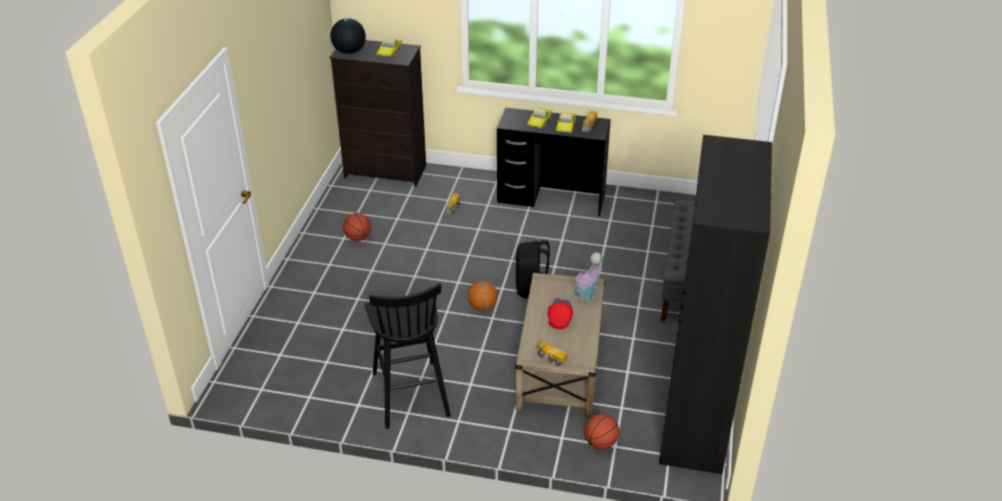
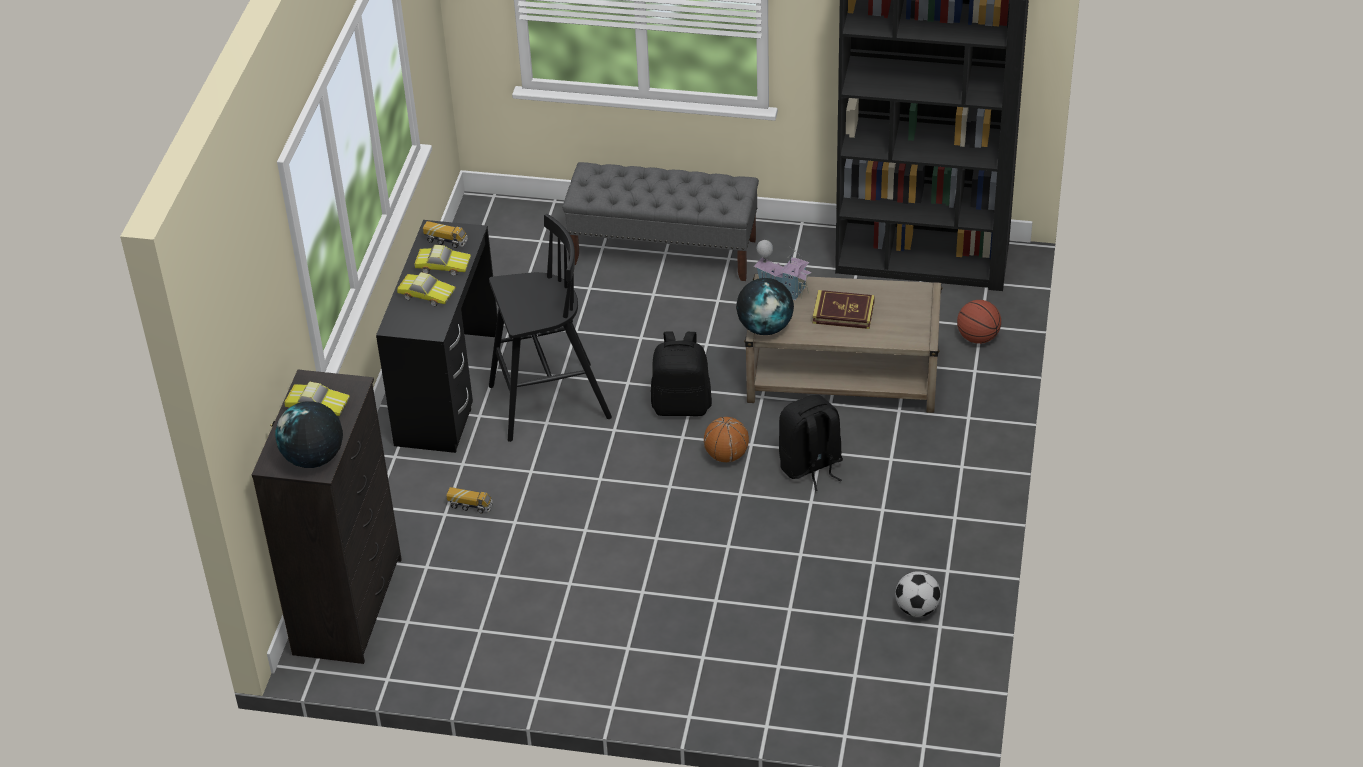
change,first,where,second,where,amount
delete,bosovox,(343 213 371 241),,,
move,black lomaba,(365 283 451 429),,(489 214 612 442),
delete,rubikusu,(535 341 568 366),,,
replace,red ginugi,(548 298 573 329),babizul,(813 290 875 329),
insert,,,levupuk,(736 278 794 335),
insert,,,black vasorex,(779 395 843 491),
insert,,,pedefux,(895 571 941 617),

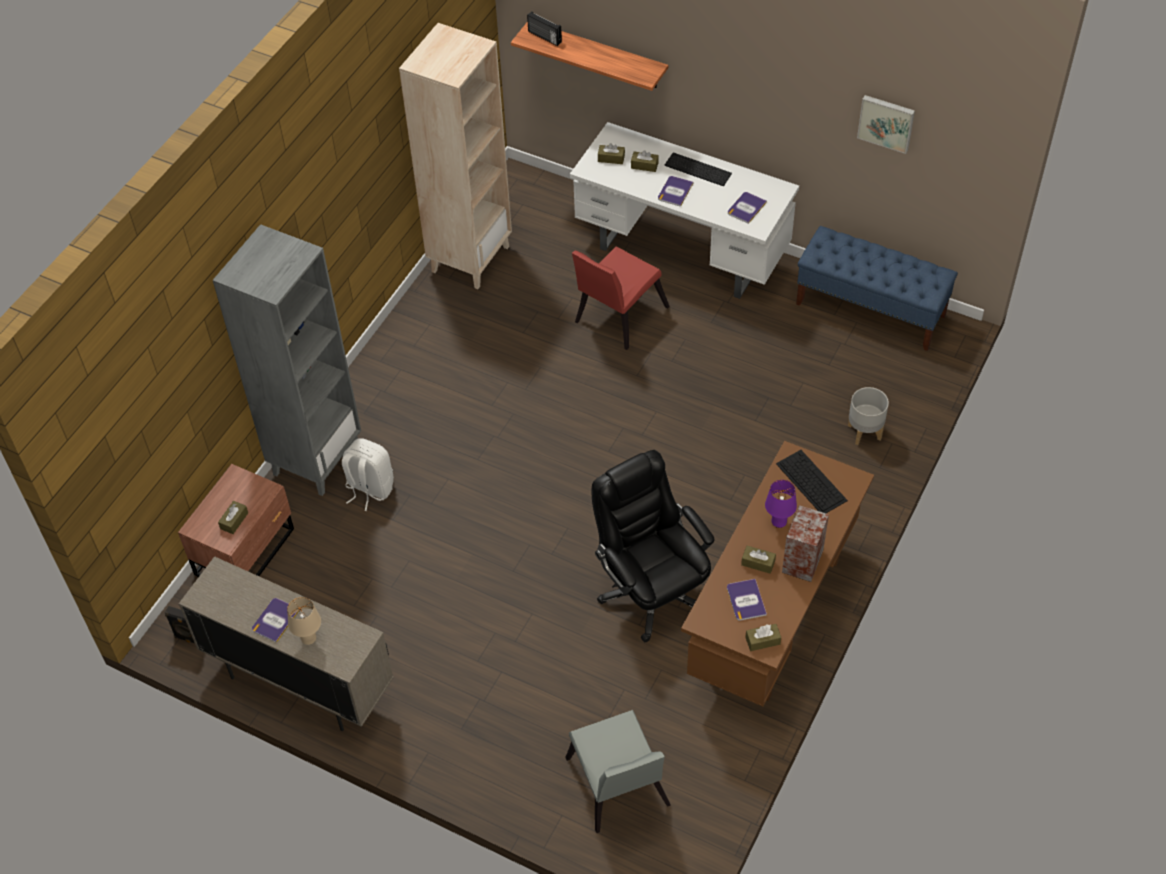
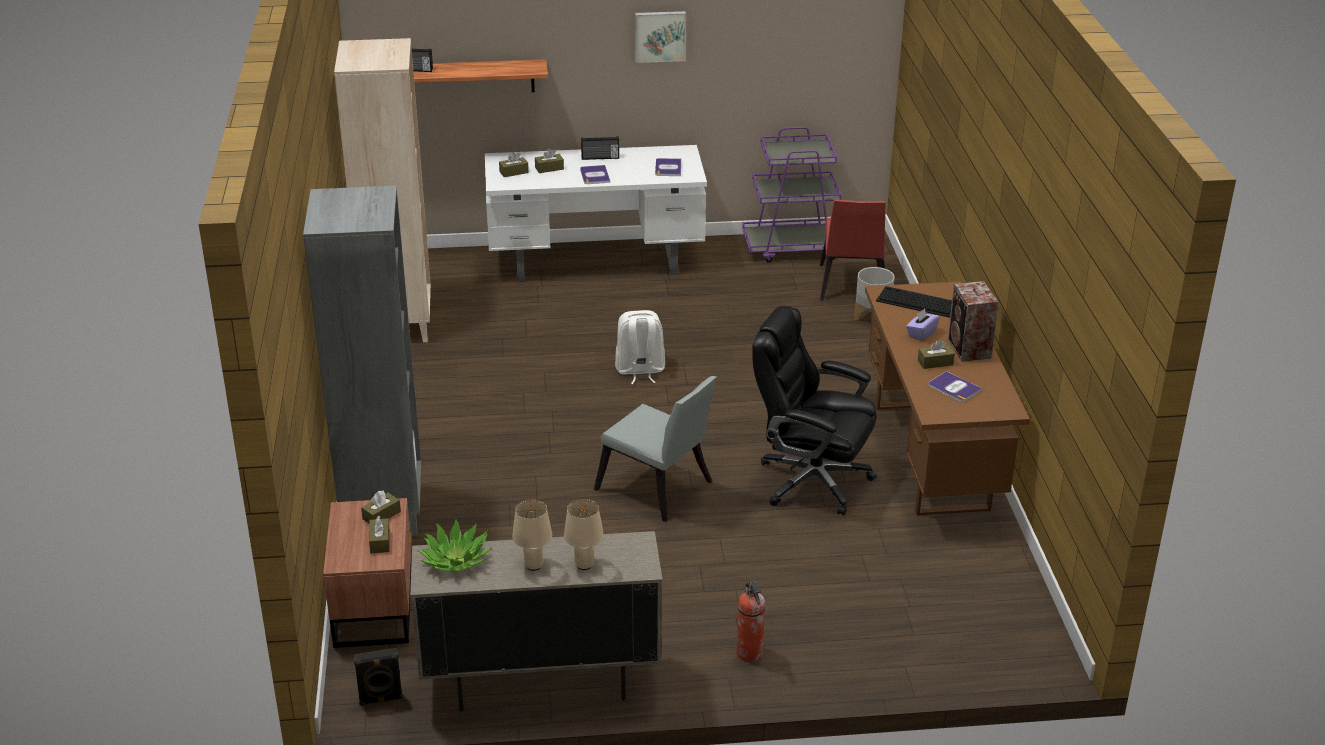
change,first,where,second,where,amount
replace,babizul,(252 598 300 643),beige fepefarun,(512 500 552 571),
move,white vasorex,(342 438 394 511),,(615 310 665 384),
move,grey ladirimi,(565 710 671 833),,(594 376 717 522),
move,red ladirimi,(572 246 670 350),,(820 199 886 301),
replace,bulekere,(665 152 732 186),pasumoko,(581 136 619 160),
move,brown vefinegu,(745 624 781 651),,(361 491 401 523),
replace,purple fepefarun,(765 480 797 528),purple vefinegu,(906 309 940 341),
replace,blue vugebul,(796 226 958 351),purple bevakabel,(742 127 841 263),
move,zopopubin,(857 95 915 154),,(635 11 686 63),
insert,,,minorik,(418 519 492 572),
insert,,,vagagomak,(737 580 765 662),

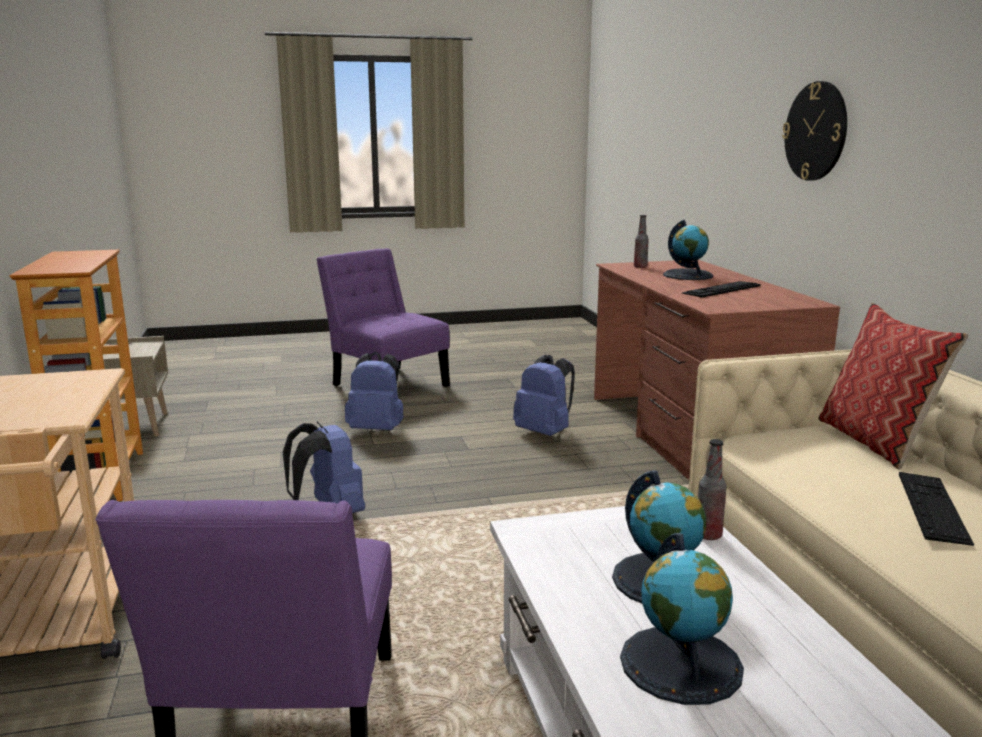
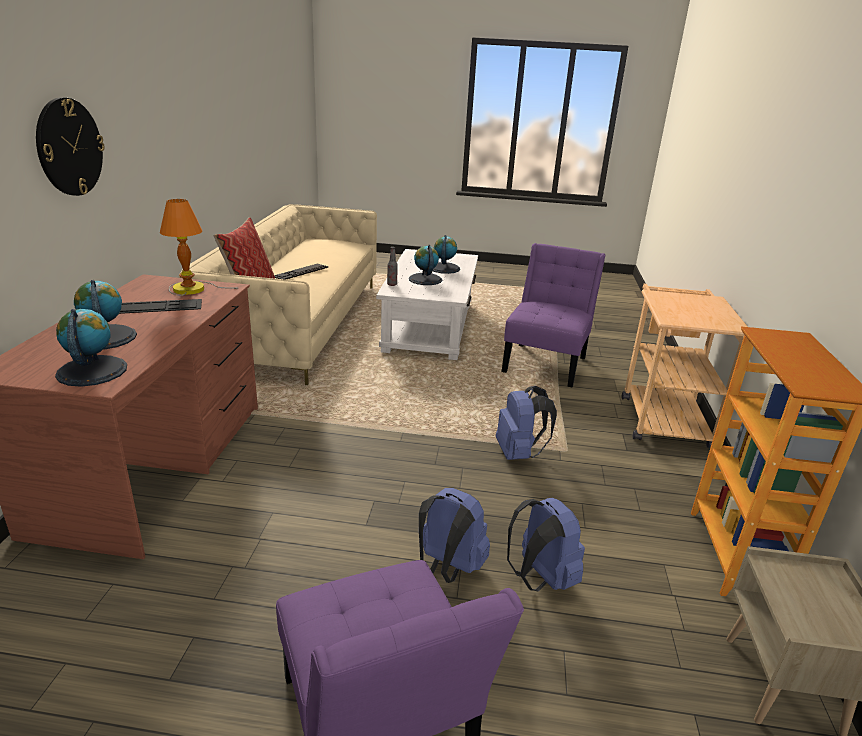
change,first,where,second,where,amount
move,blue vasorex,(513 355 575 436),,(507 498 585 591),
replace,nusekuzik,(634 215 649 268),levupuk,(55 309 127 387),
insert,,,fepefarun,(160 199 239 296),

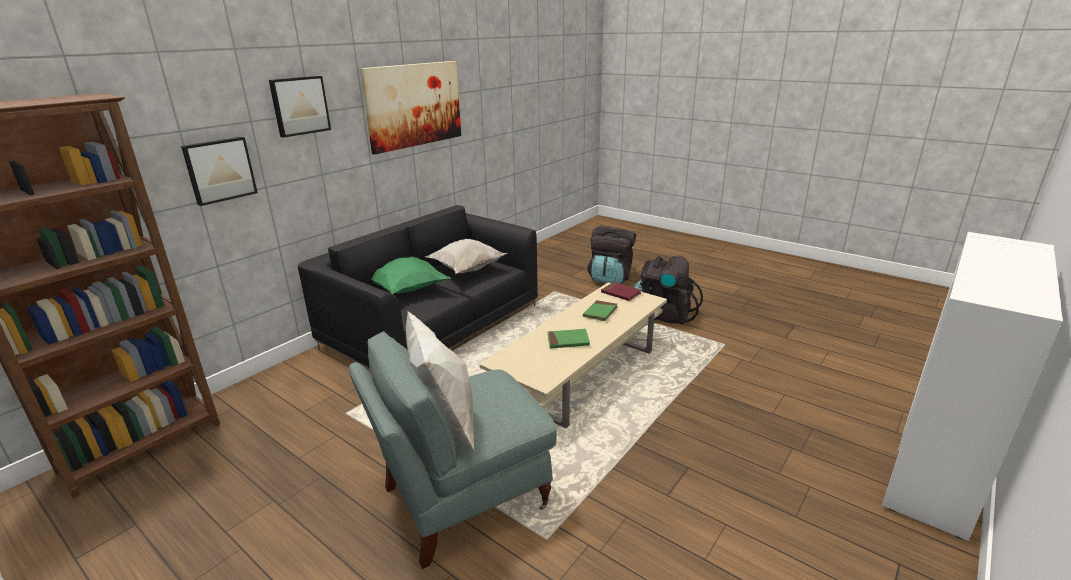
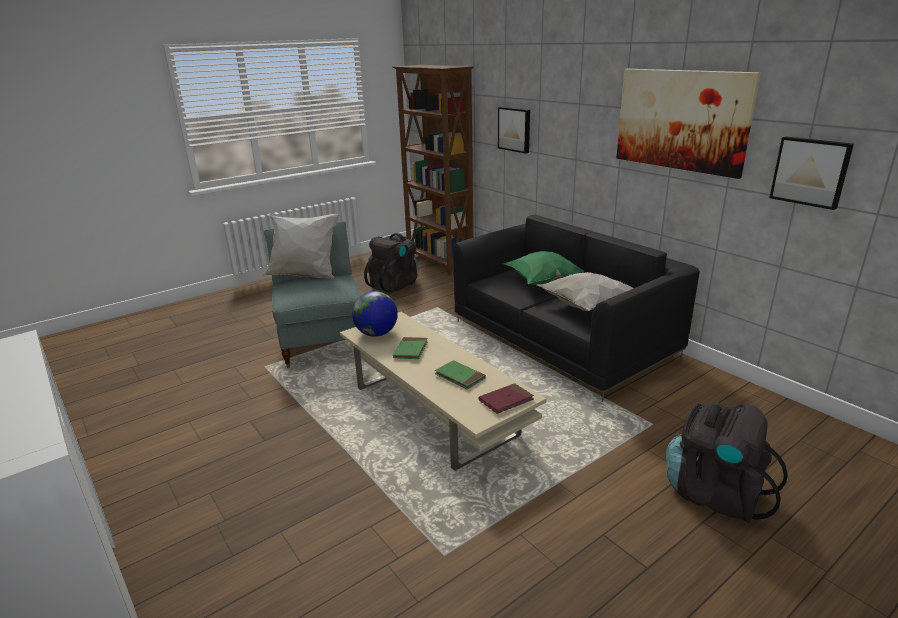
change,first,where,second,where,amount
move,zopopubin,(269 76 331 138),,(769 136 854 210),
move,black vasorex,(634 256 703 325),,(364 233 417 294),
insert,,,levupuk,(352 291 398 337),

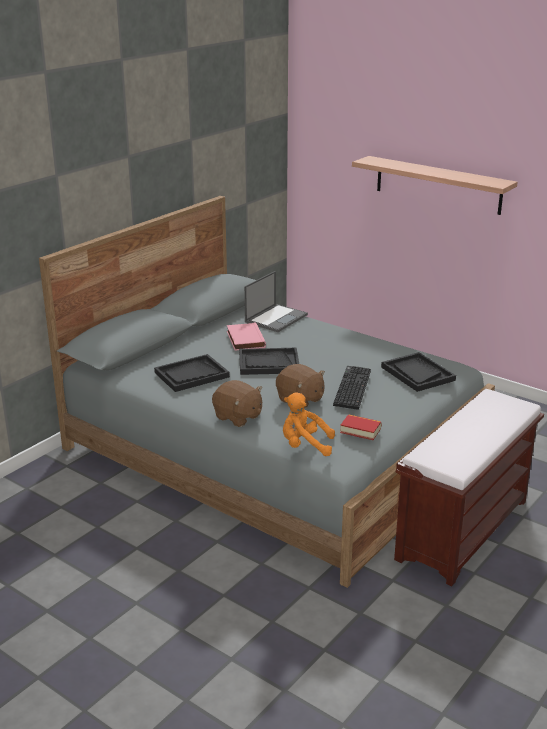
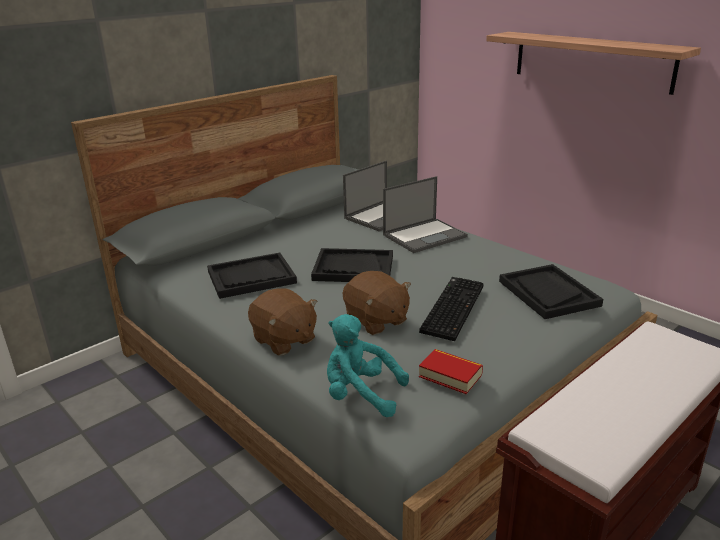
change,first,where,second,where,amount
delete,pink babizul,(227 322 266 351),,,
recolor,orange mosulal,(283 392 335 456),turquoise mosulal,(327 314 409 417),
insert,,,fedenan,(383 176 468 253),

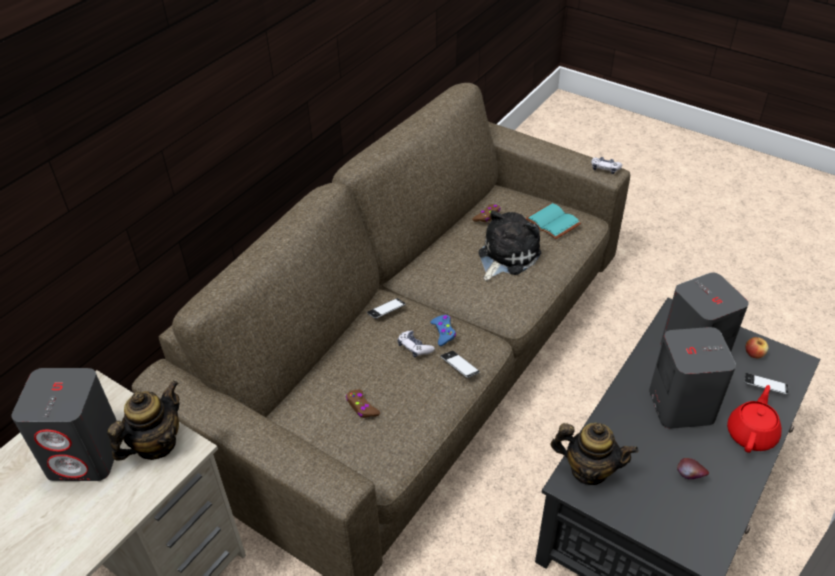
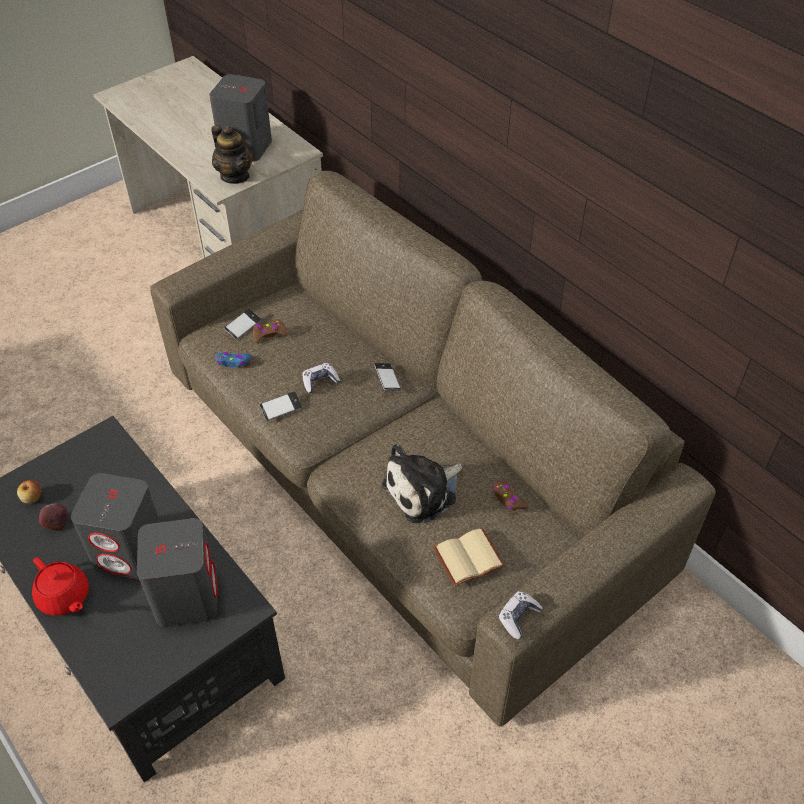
change,first,where,second,where,amount
move,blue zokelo,(430 315 456 346),,(216 352 251 367),
rotate,mosulal,(478 210 541 281),,(382 444 462 523),90 degrees clockwise
recolor,turquoise babizul,(525 203 581 240),beige babizul,(433 528 505 586),
delete,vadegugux,(550 423 639 485),,,
move,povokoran,(744 373 788 395),,(224 309 261 340),
move,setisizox,(746 337 769 358),,(17 480 41 504),

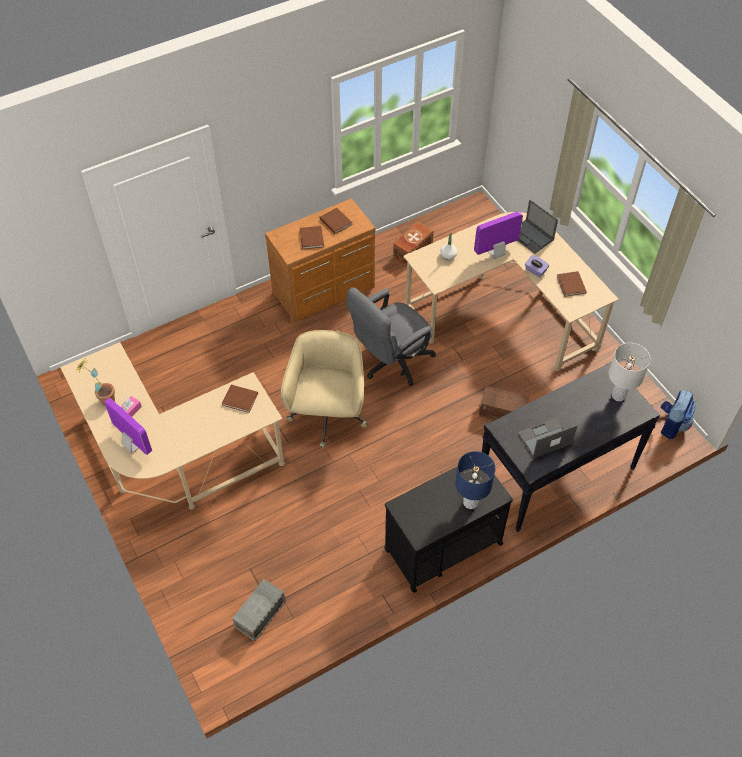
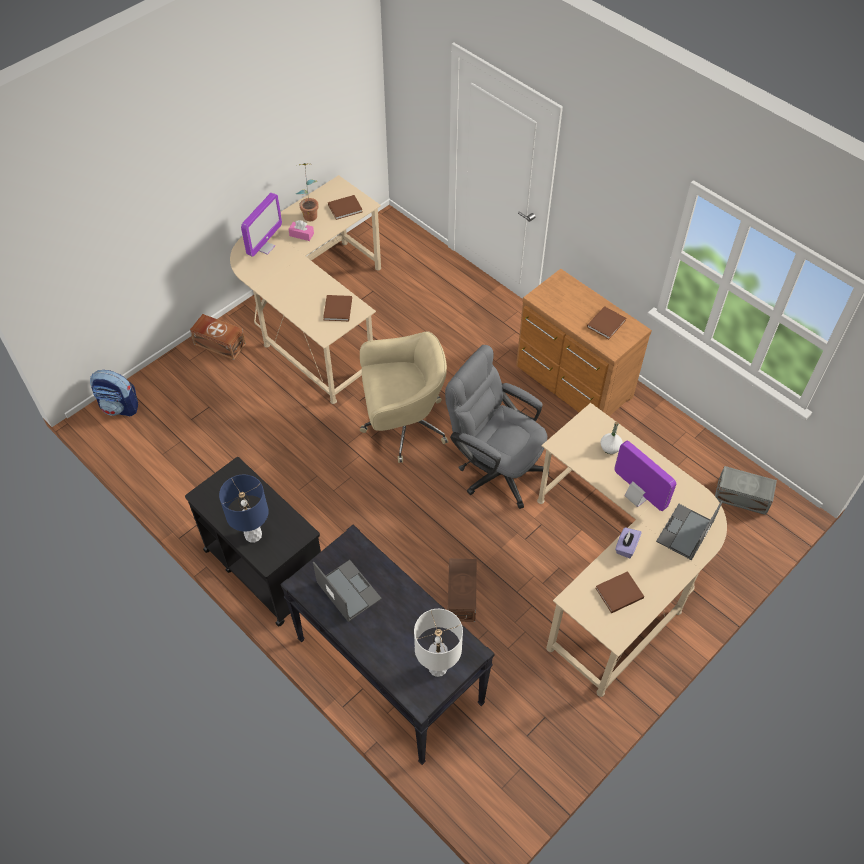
change,first,where,second,where,amount
move,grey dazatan,(232 579 285 641),,(715 466 777 515),
move,brown babizul,(300 226 324 249),,(328 195 363 220),
move,brown dazatan,(393 222 434 265),,(190 314 246 360),
move,vasorex,(660 390 696 439),,(90 370 138 417),

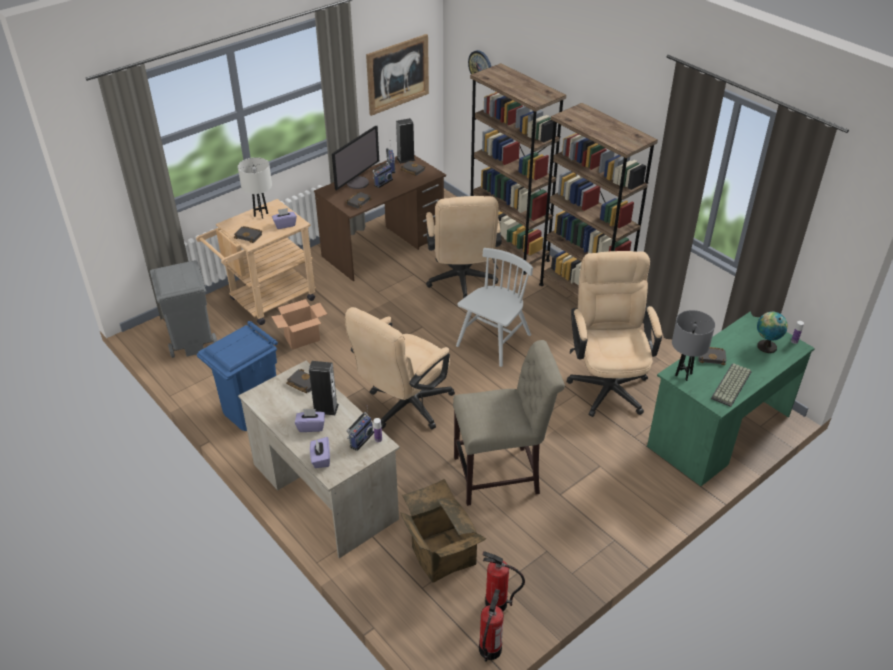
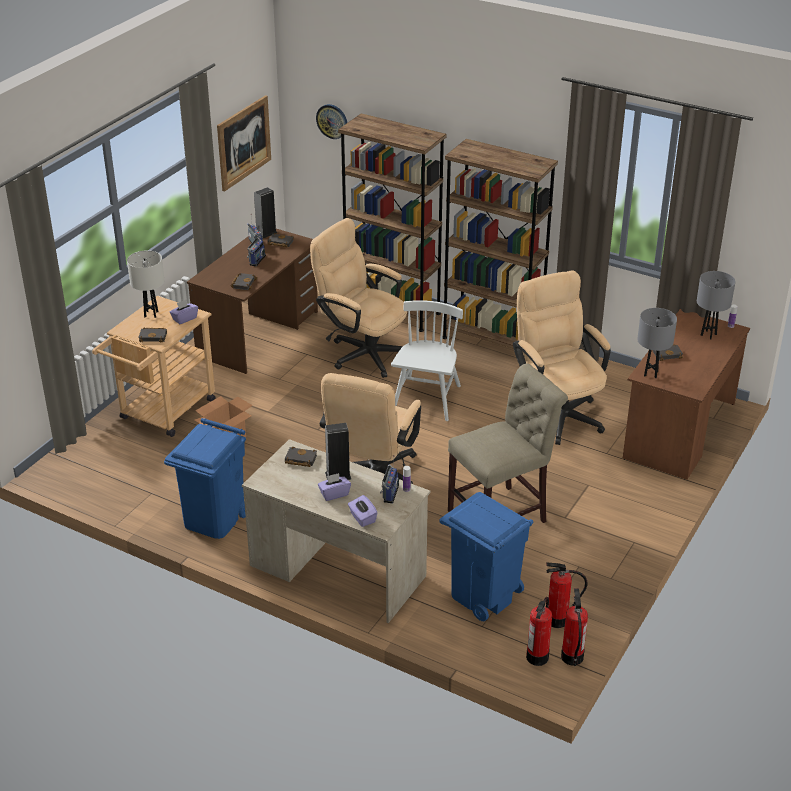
change,first,where,second,where,amount
delete,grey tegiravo,(150 260 217 358),,,
delete,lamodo,(332 125 379 190),,,
replace,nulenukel,(401 479 486 583),blue tegiravo,(440 492 533 621),
rotate,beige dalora,(426 196 502 299),,(310 218 407 378),150 degrees clockwise
recolor,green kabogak,(647 311 815 486),brown kabogak,(623 309 750 480),
delete,bulekere,(711 363 752 407),,,
replace,levupuk,(757 312 788 353),grey fepefarun,(697 271 735 340),
insert,,,vagagomak,(526 597 552 666),

